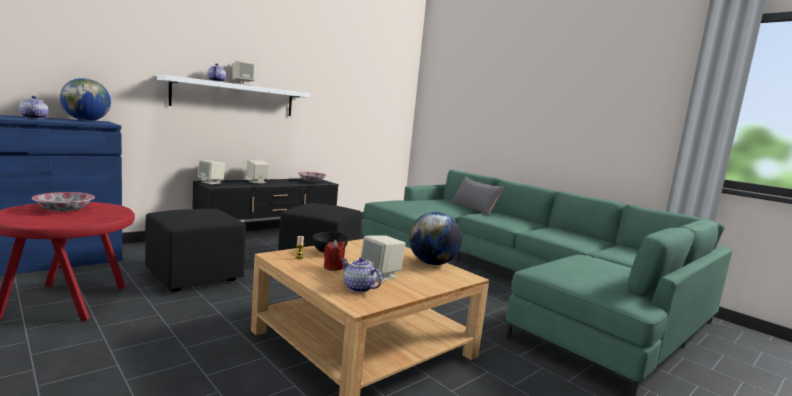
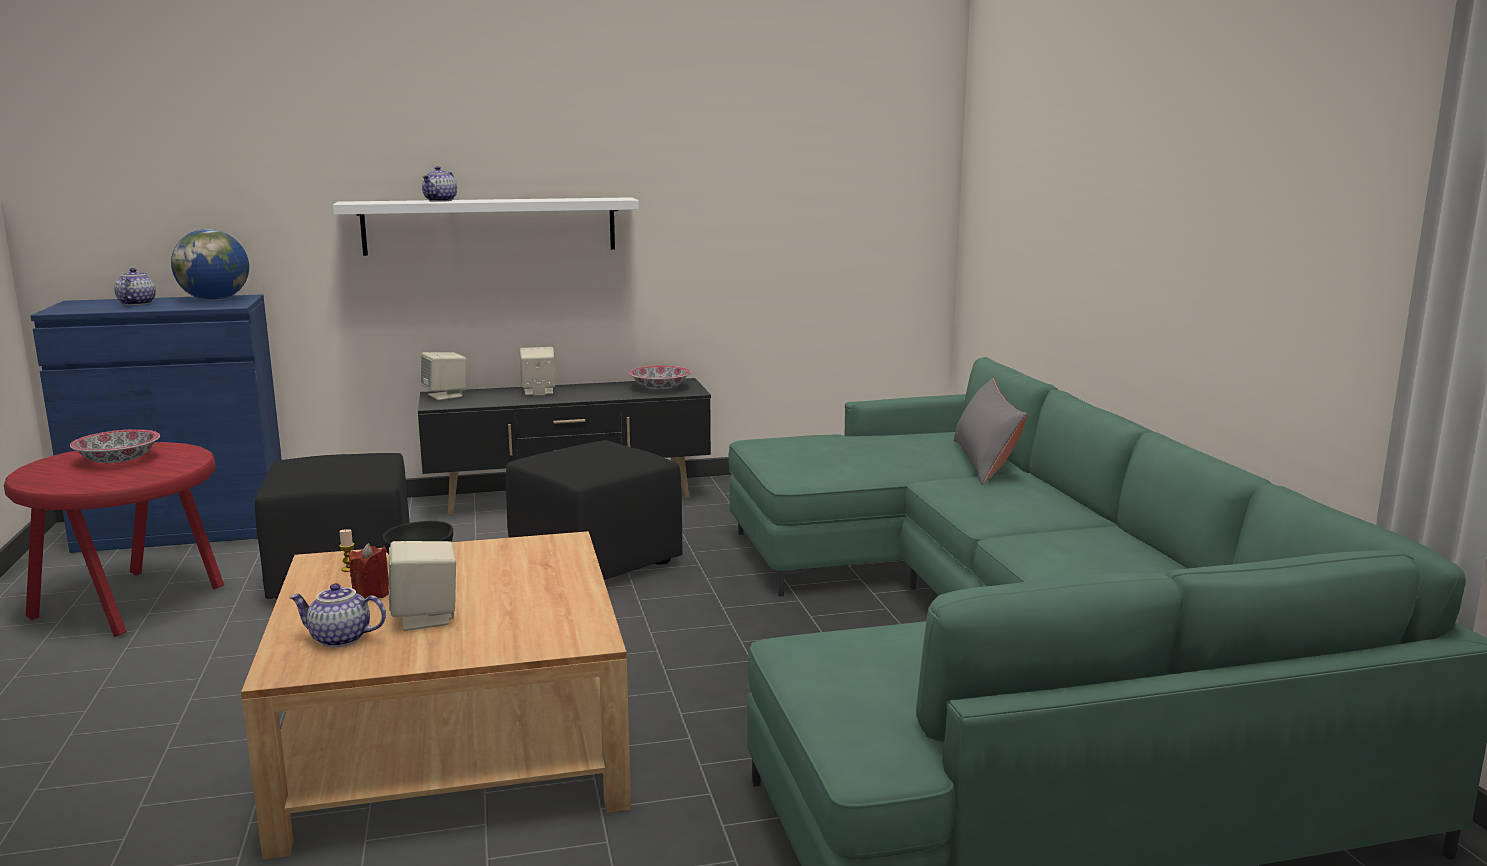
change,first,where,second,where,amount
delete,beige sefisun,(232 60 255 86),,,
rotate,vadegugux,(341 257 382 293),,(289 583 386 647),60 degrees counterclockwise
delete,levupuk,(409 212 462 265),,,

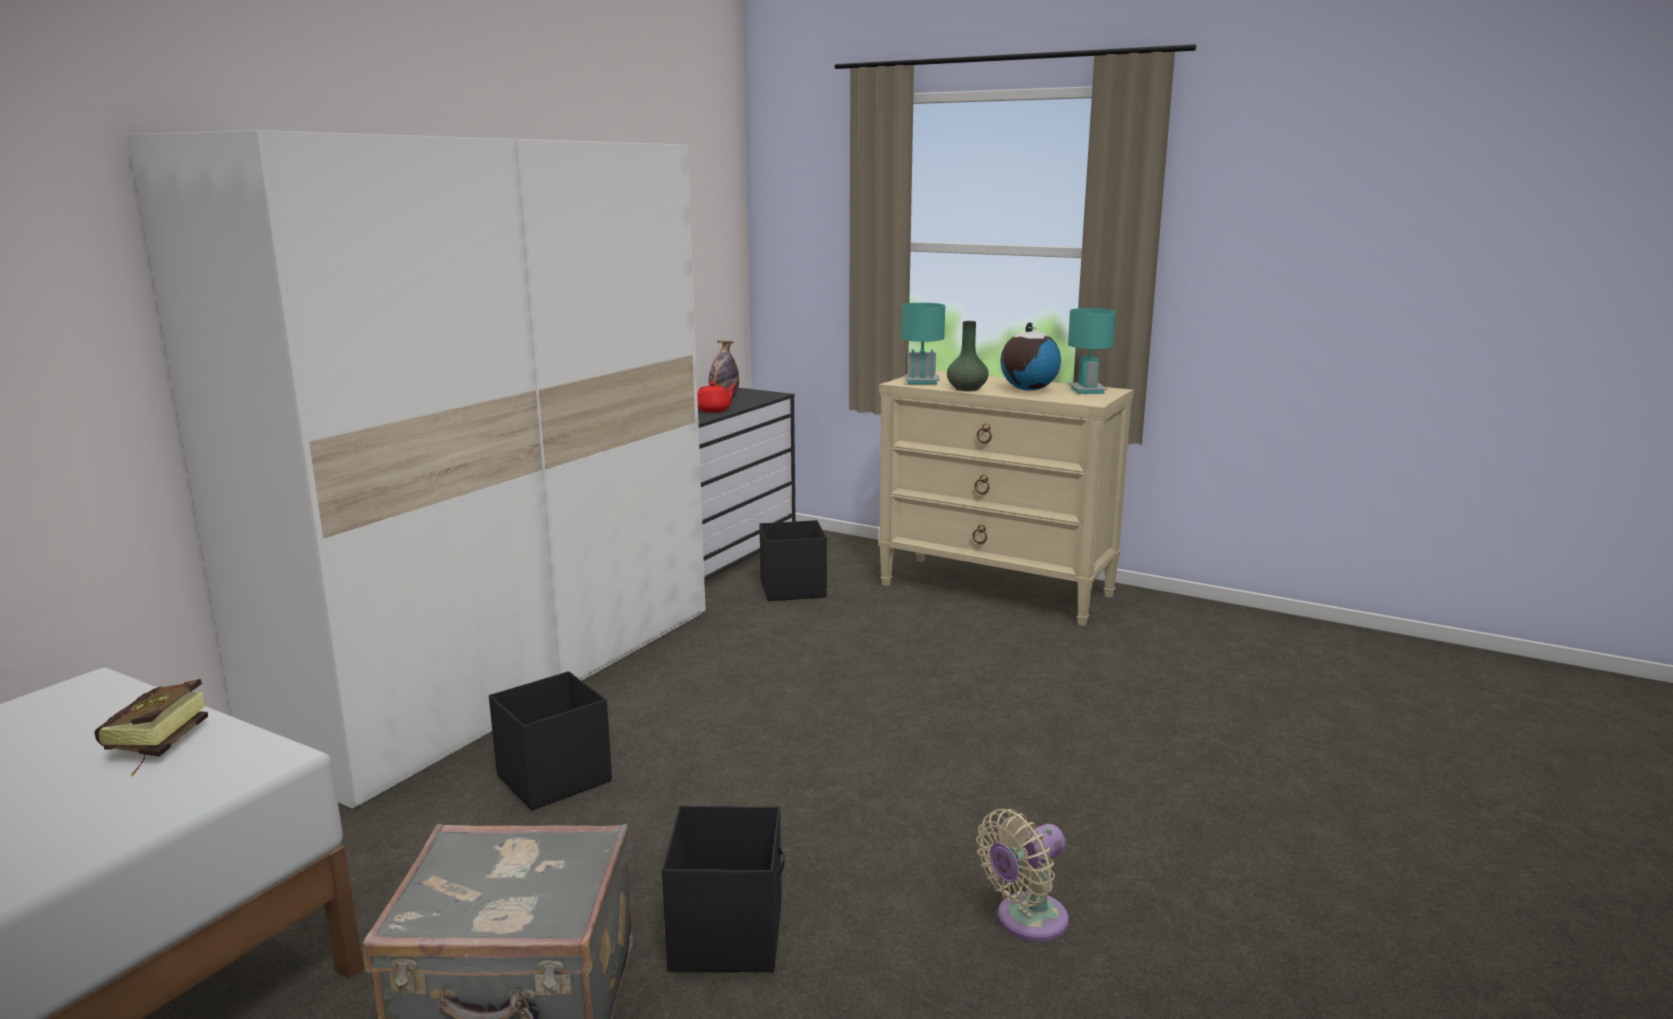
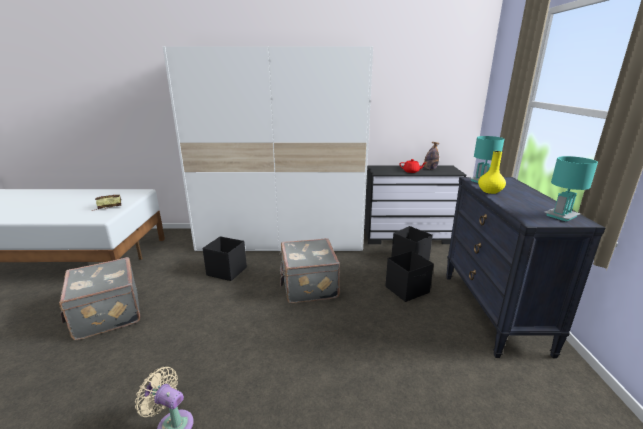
change,first,where,second,where,amount
move,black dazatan,(662 806 785 972),,(385 251 434 302),
recolor,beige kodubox,(878 371 1134 626),black kodubox,(446 177 605 358),
recolor,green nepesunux,(947 321 988 391),yellow nepesunux,(478 151 506 194),
delete,levupuk,(1001 322 1061 391),,,
insert,,,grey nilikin,(279 238 340 303),

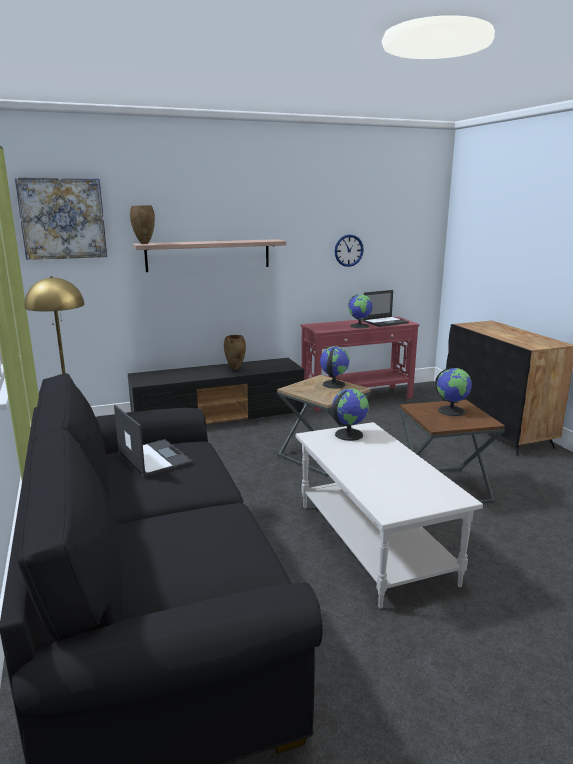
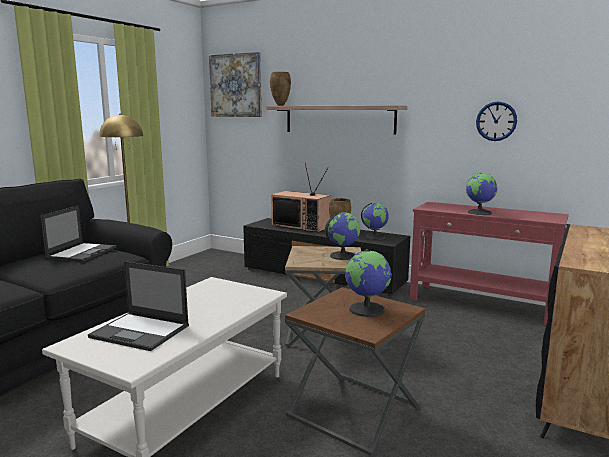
change,first,where,second,where,amount
move,levupuk,(332 388 369 441),,(361 203 389 240),
move,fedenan,(362 290 409 327),,(88 261 189 351),
insert,,,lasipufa,(271 164 331 232),

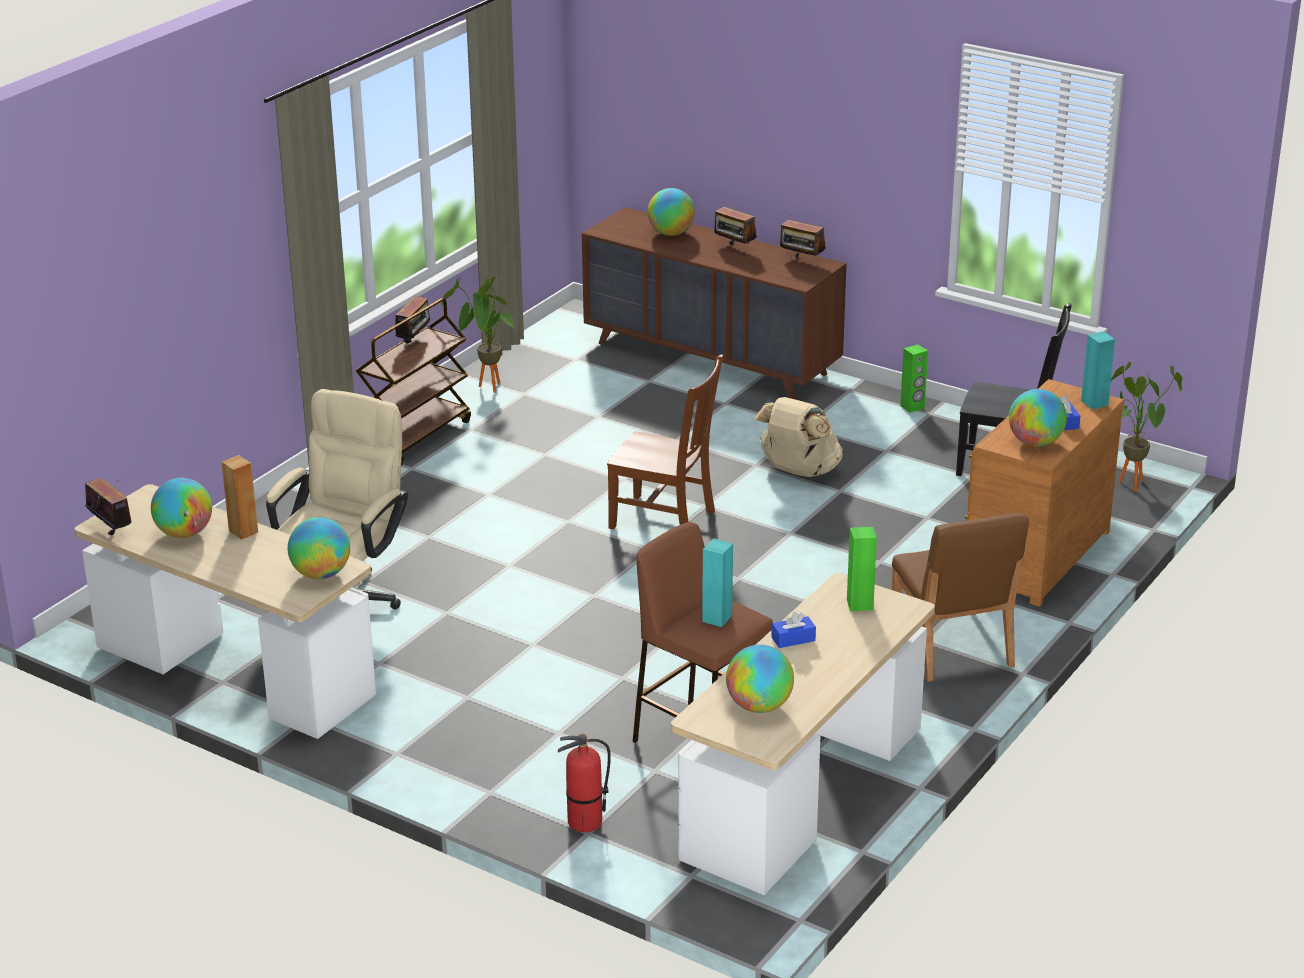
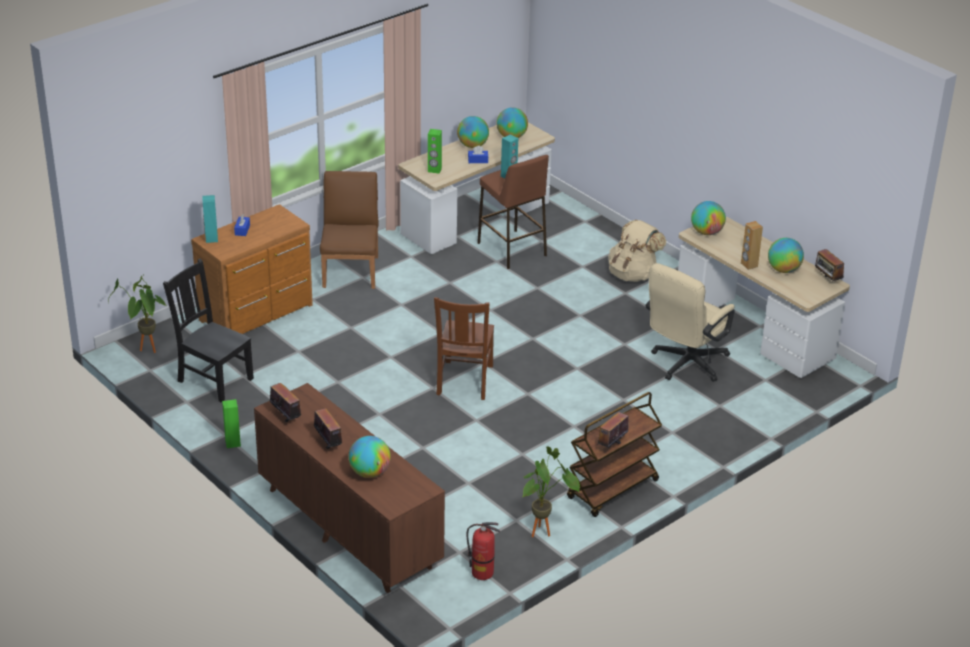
change,first,where,second,where,amount
move,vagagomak,(558 734 611 832),,(467 522 500 580),
rotate,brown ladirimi,(607 354 723 530),,(434 297 494 400),120 degrees counterclockwise
move,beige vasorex,(754 397 843 477),,(608 220 666 282),
move,levupuk,(1009 389 1067 446),,(457 116 489 148),

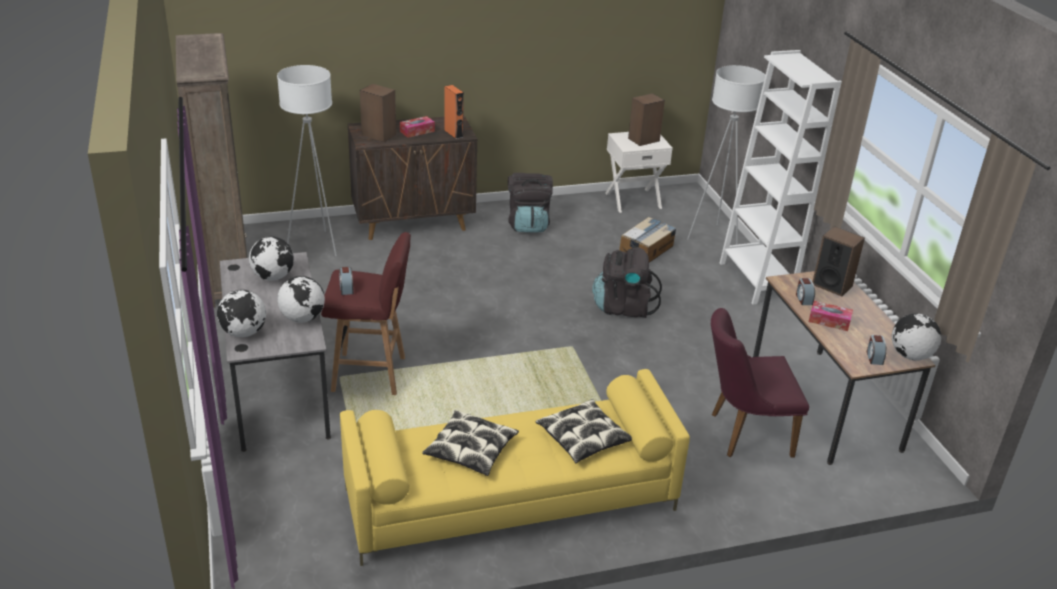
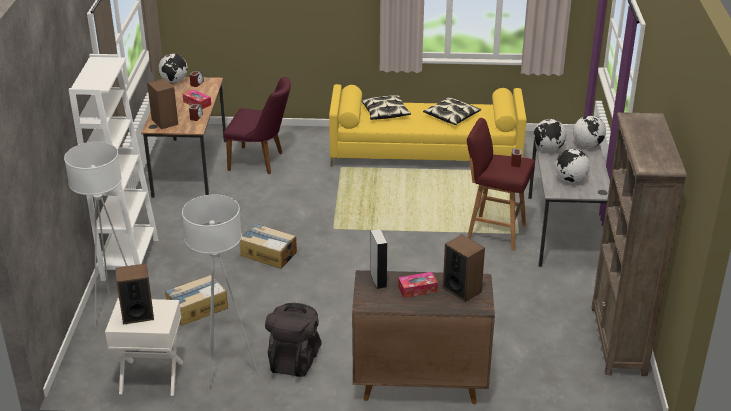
change,first,where,second,where,amount
move,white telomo,(277 65 337 256),,(182 195 258 393),
recolor,orange sefisun,(444 85 464 139),grey sefisun,(370 229 387 289),
replace,black vasorex,(592 247 662 318),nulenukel,(240 223 297 269),

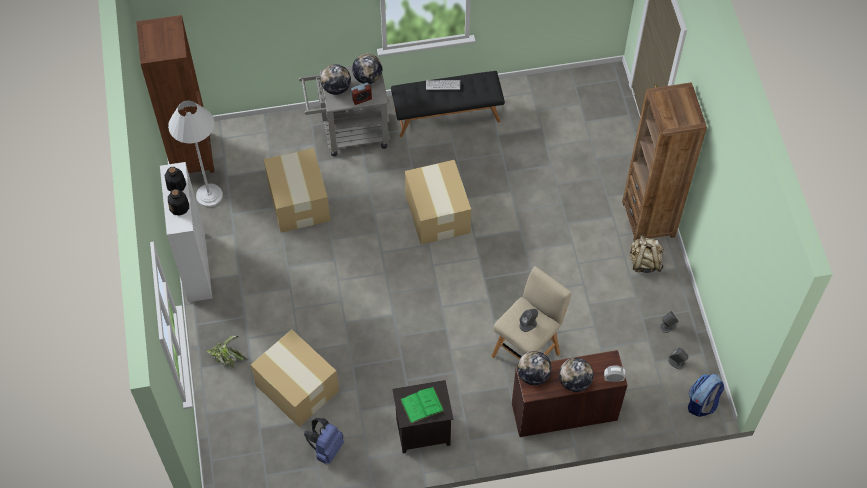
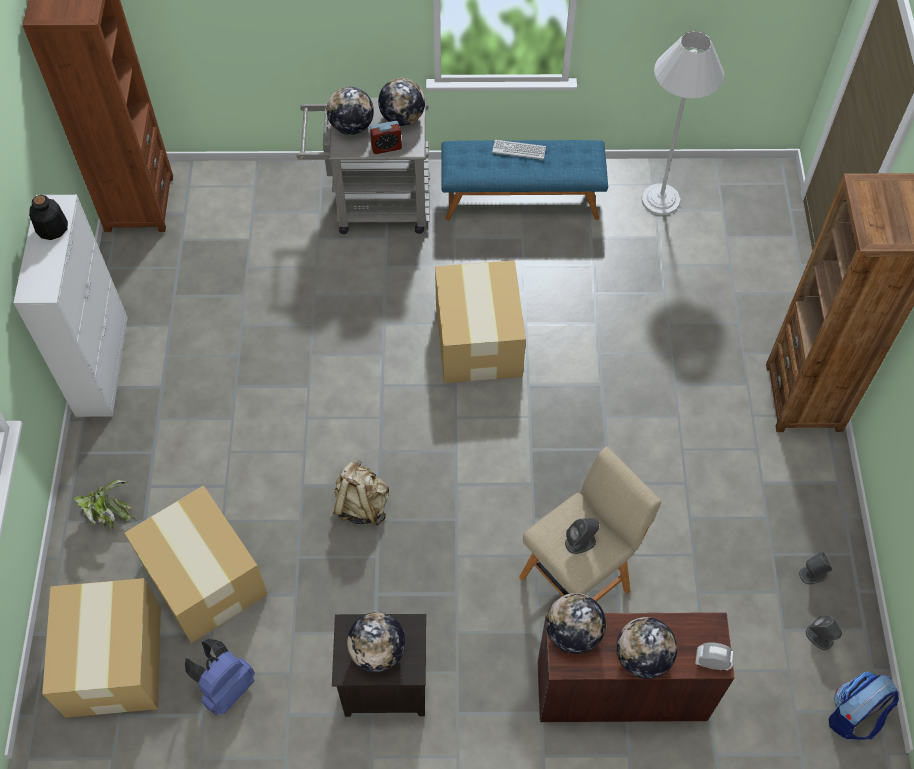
change,first,where,second,where,amount
move,white telomo,(168 100 223 207),,(642 31 724 215),
delete,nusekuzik,(168 189 189 216),,,
move,nulenukel,(264 148 330 233),,(42 578 161 718),
recolor,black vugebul,(391 71 505 137),blue vugebul,(441 140 608 221),
replace,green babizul,(400 387 444 424),levupuk,(347 612 406 672),
move,beige vasorex,(629 234 664 273),,(333 460 389 526),

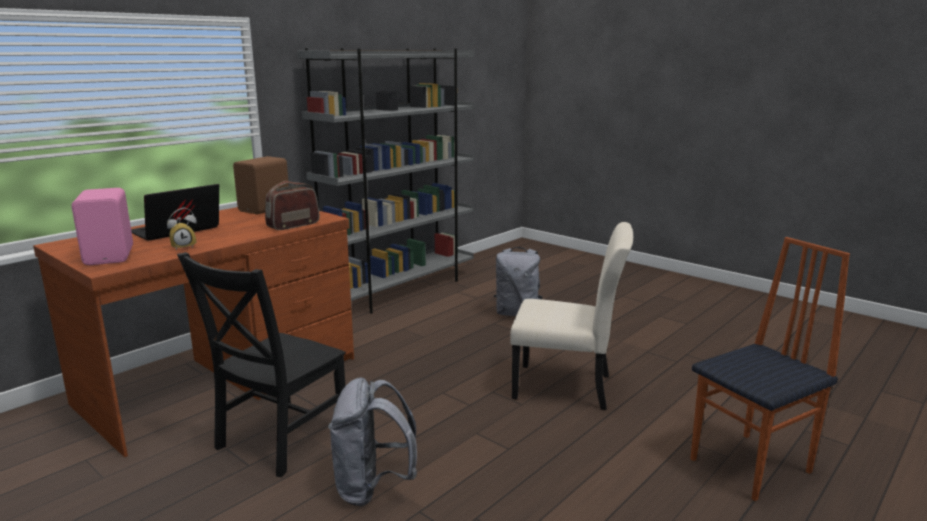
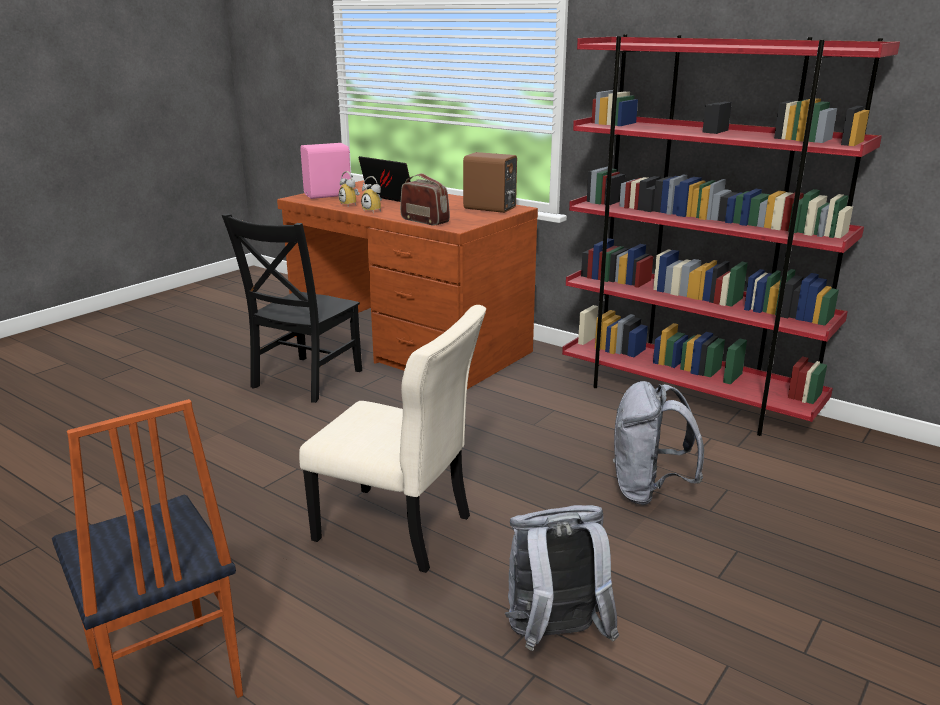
change,first,where,second,where,amount
rotate,black ladirimi,(177 252 346 477),,(222 214 362 403),90 degrees counterclockwise
recolor,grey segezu,(297 48 475 314),red segezu,(562 34 900 436),
move,grey vasorex,(328 378 417 506),,(505 505 619 651),
rotate,beige ladirimi,(510 222 633 410),,(299 305 486 573),75 degrees counterclockwise
insert,,,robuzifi,(361 176 382 212),

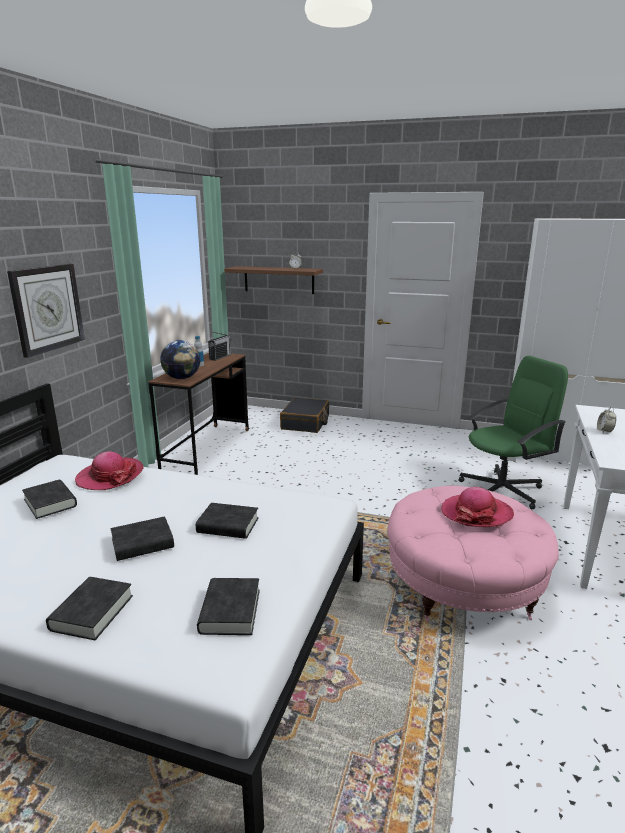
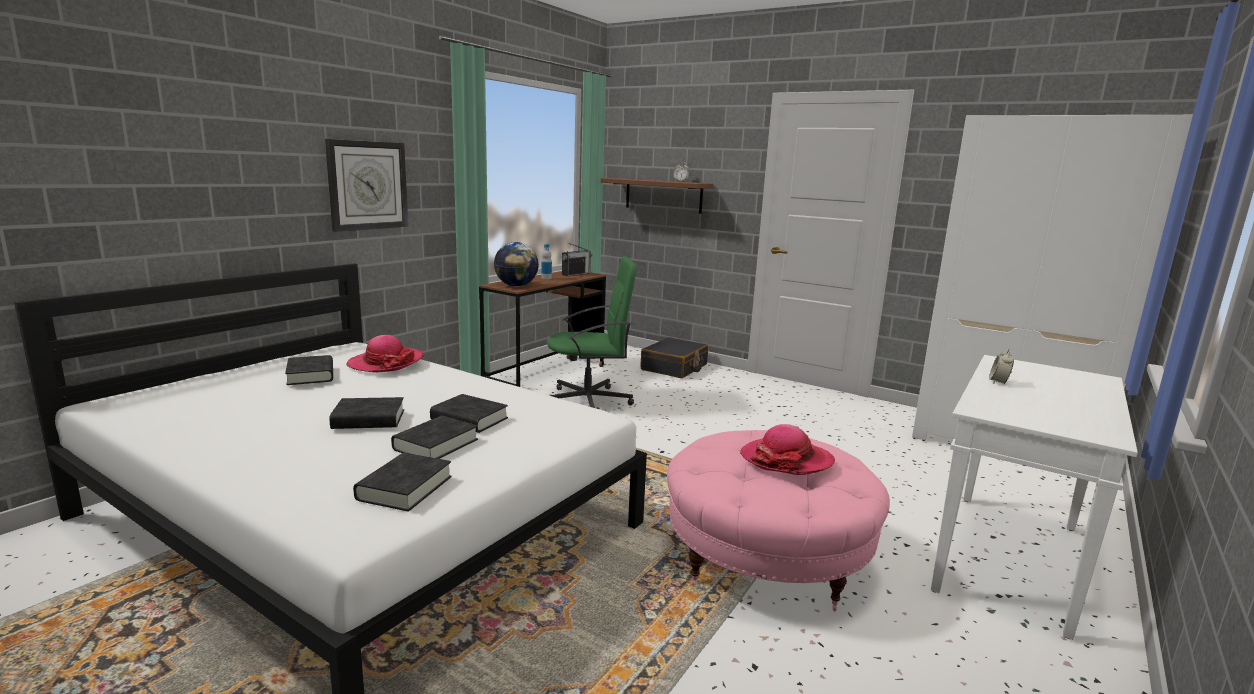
change,first,where,second,where,amount
move,black babizul,(46 577 133 640),,(391 415 478 459),
move,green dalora,(459 356 568 509),,(547 256 637 408),

